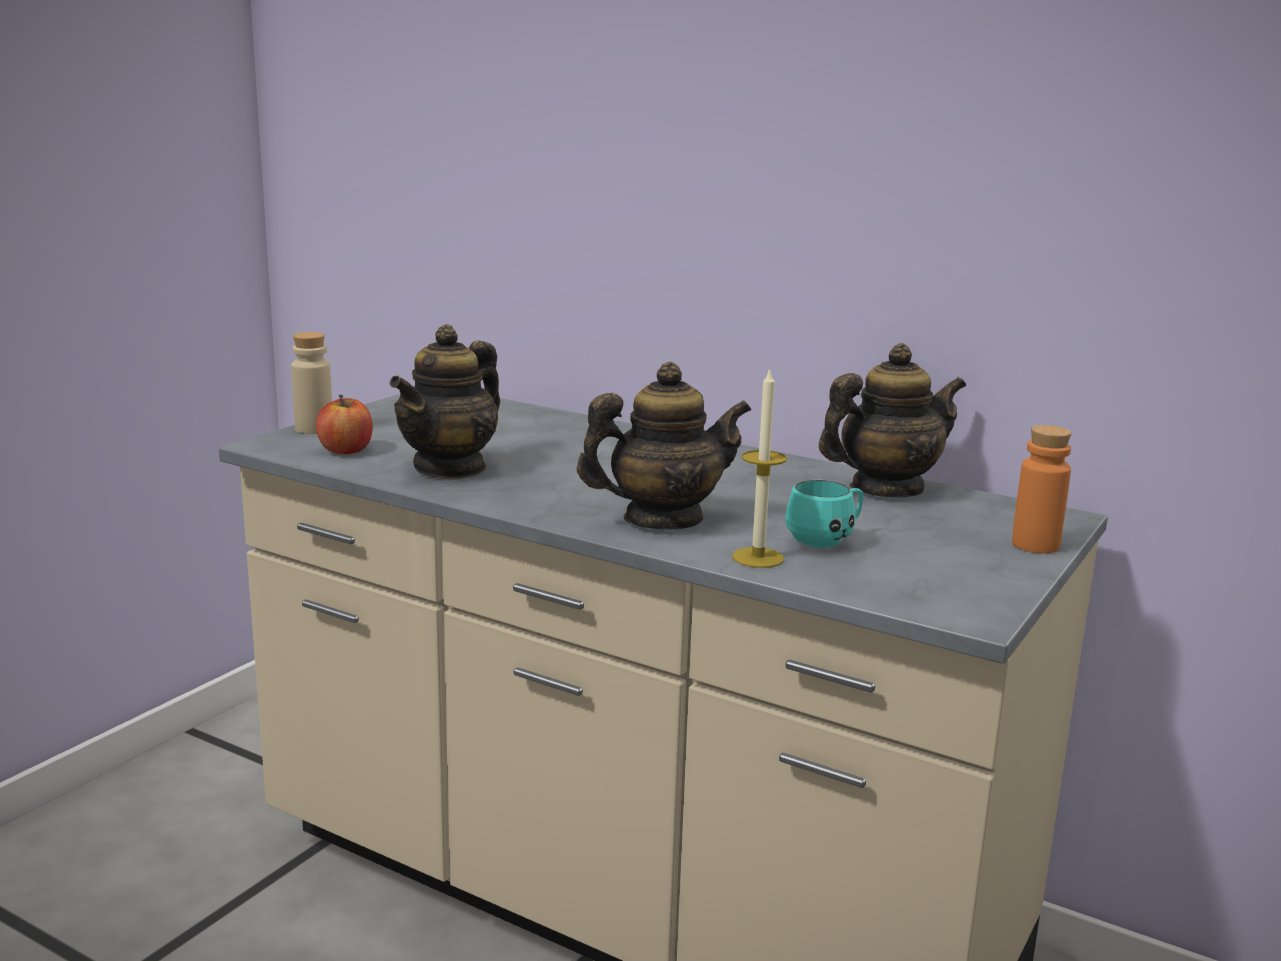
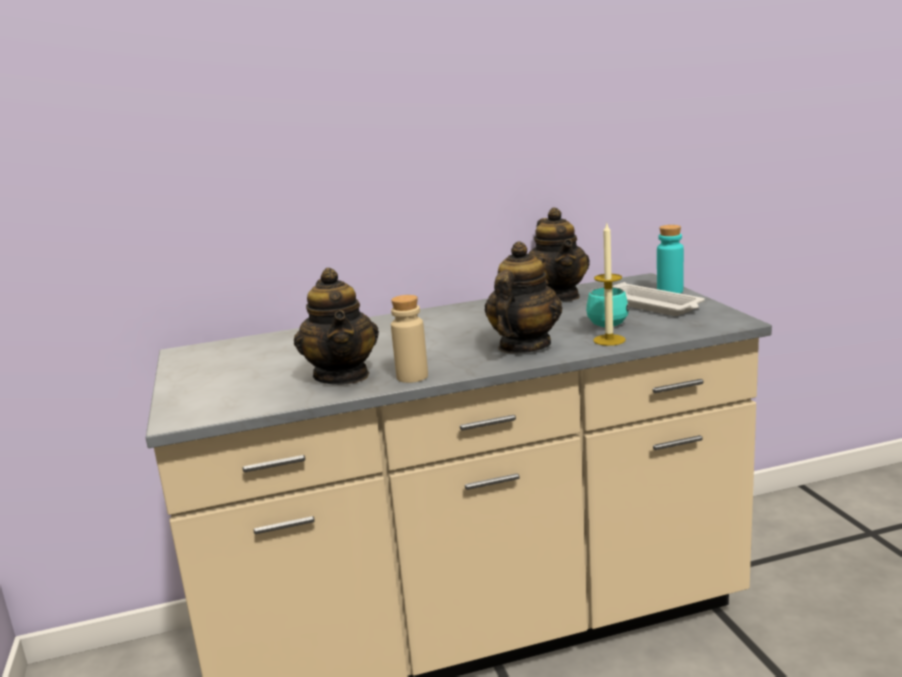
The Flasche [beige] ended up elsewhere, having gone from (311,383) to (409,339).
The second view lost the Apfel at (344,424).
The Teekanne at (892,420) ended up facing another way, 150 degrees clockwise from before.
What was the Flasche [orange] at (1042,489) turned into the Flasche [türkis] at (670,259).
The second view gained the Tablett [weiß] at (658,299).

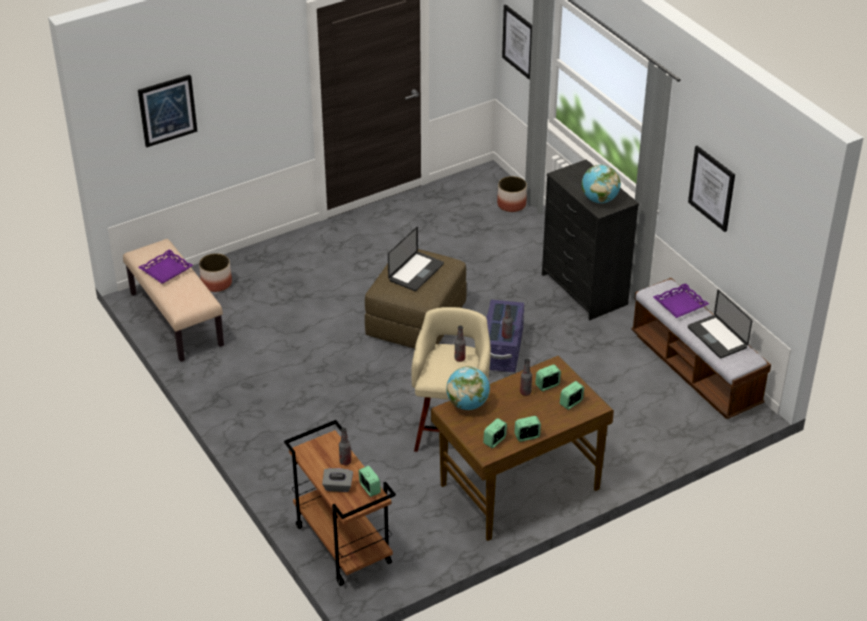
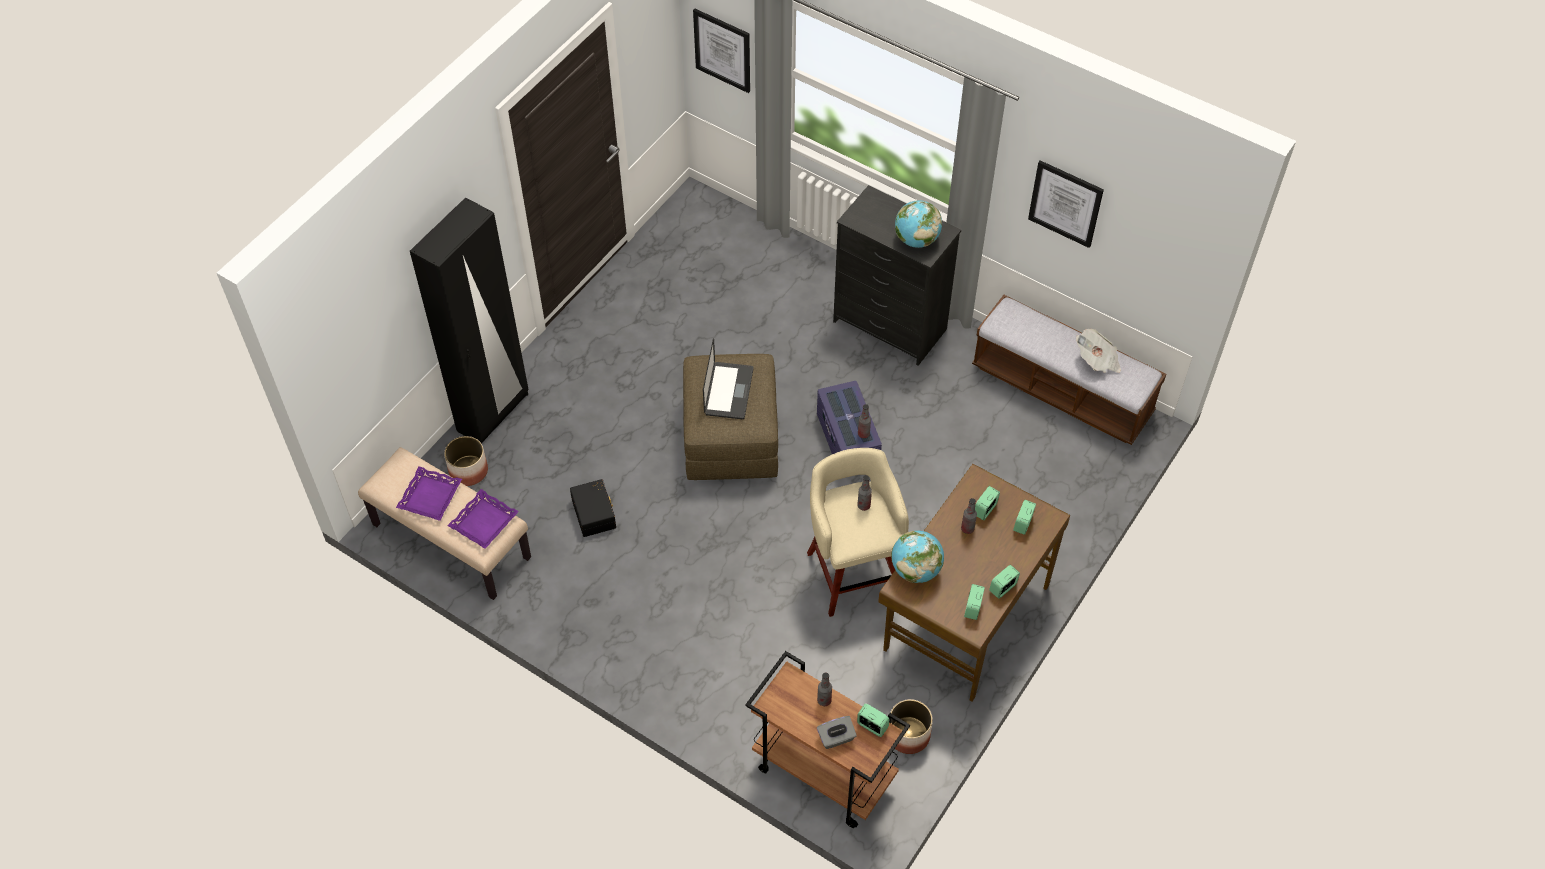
The second view lost the Bild at (168,111).
The Pflanzkübel ended up elsewhere, having gone from (512,194) to (911,726).
The Tablett [lila] ended up elsewhere, having gone from (681,300) to (483,519).
Where the Laptop stood at (720,324), the Zeitung came to stand at (1098,351).
The second view gained the Kleiderschrank [schwarz] at (469,320).
The second view gained the Aufbewahrungsbox [schwarz] at (593,508).

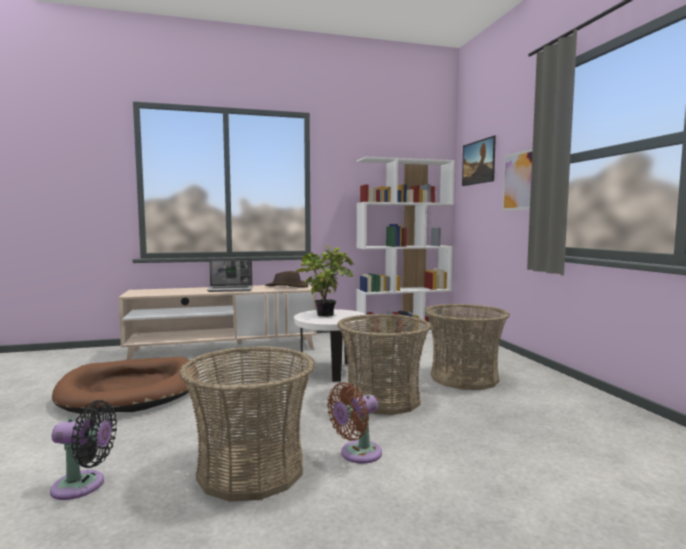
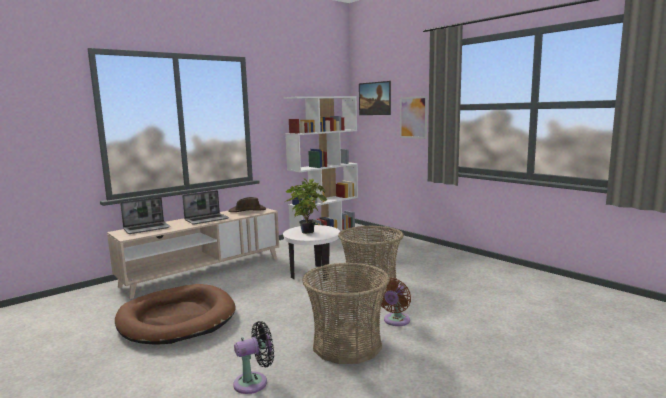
The second view lost the Korb at (467,346).
The second view gained the Laptop at (145,215).

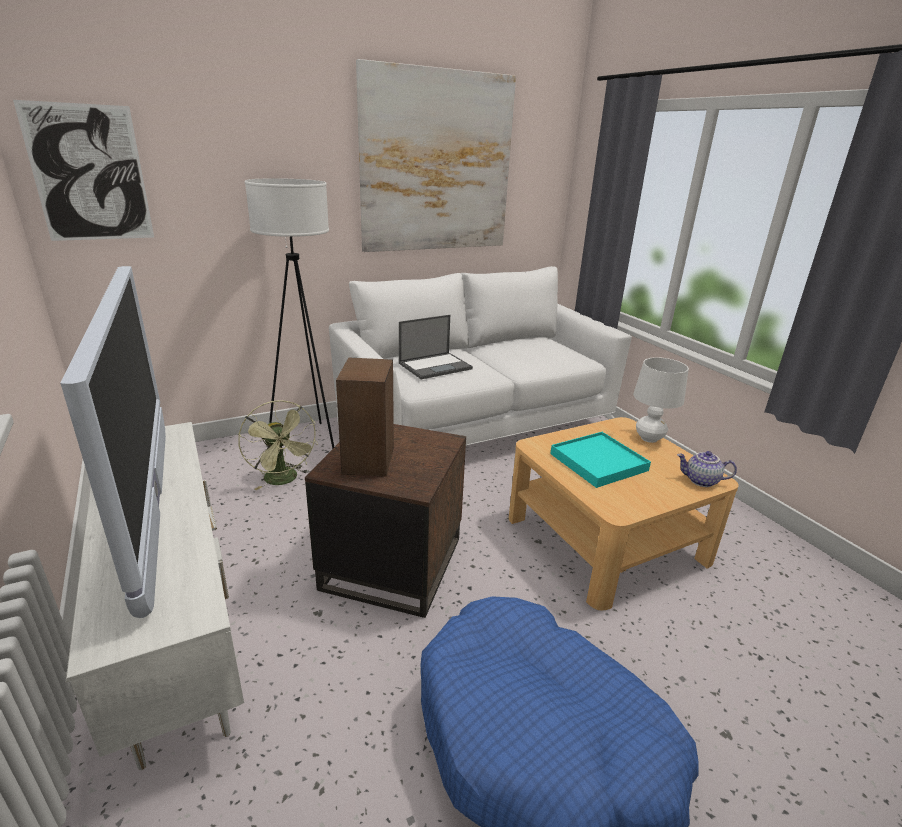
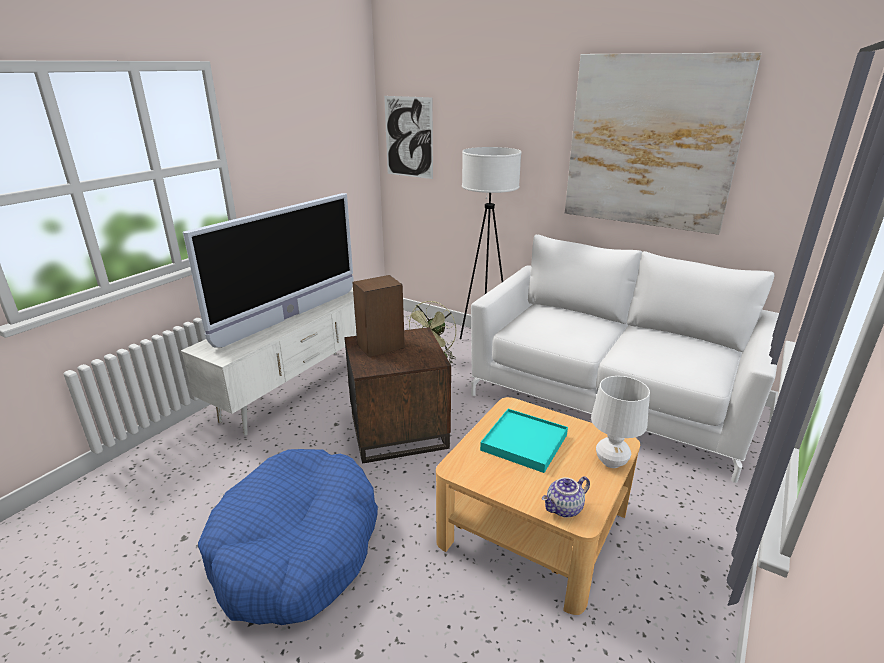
The second view lost the Laptop at (436,347).
The Teekanne at (707,469) ended up facing another way, 105 degrees counterclockwise from before.

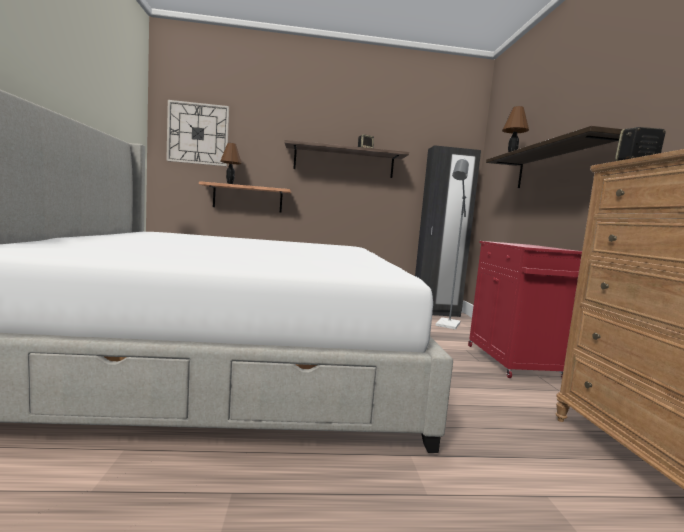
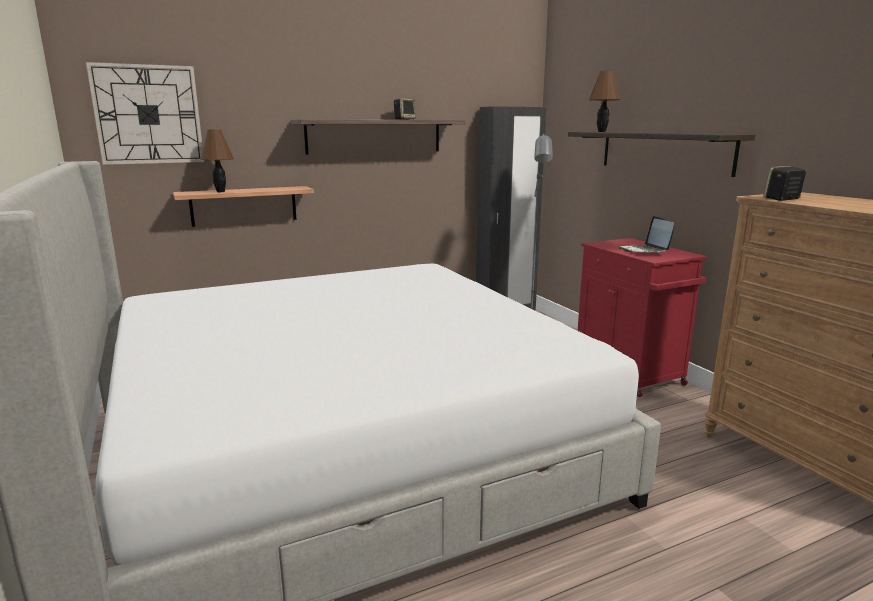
The second view gained the Laptop at (646,234).

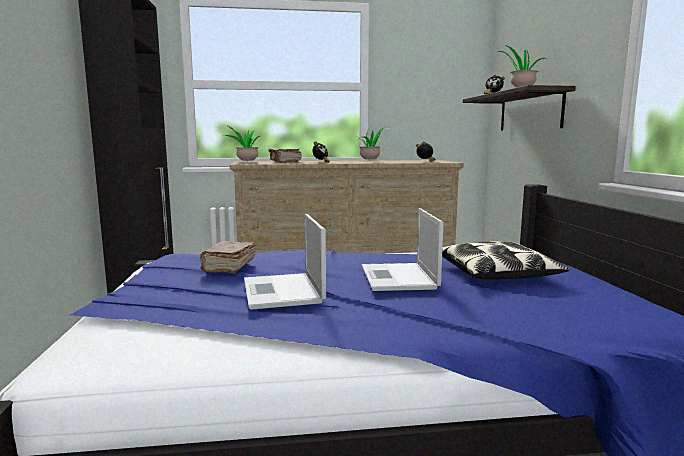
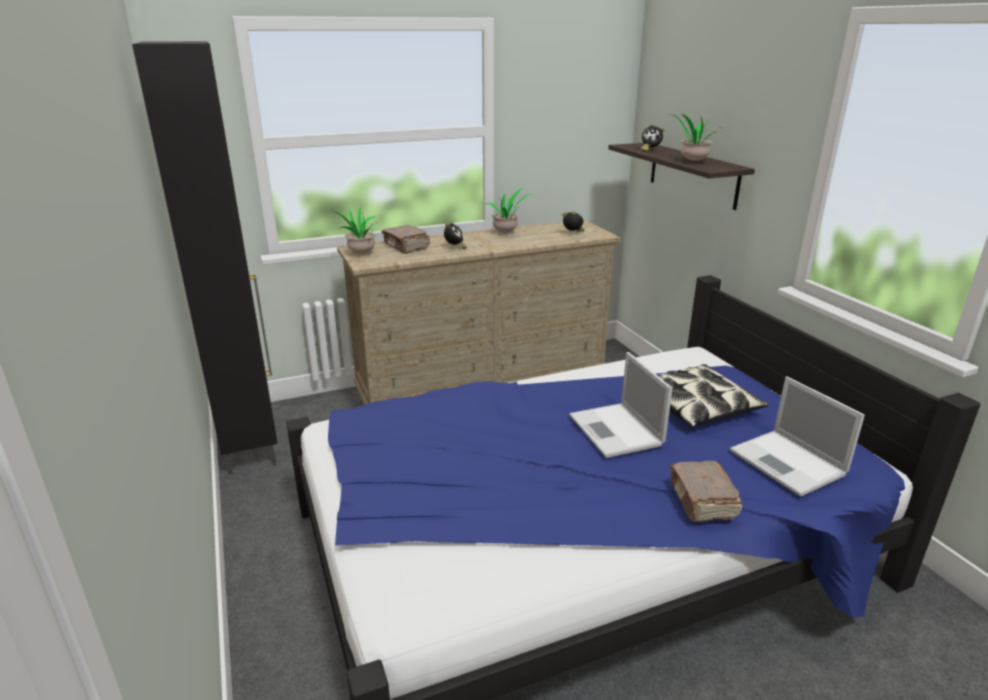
The Buch [braun] ended up elsewhere, having gone from (228,257) to (706,491).
The Laptop ended up elsewhere, having gone from (285,262) to (797,437).

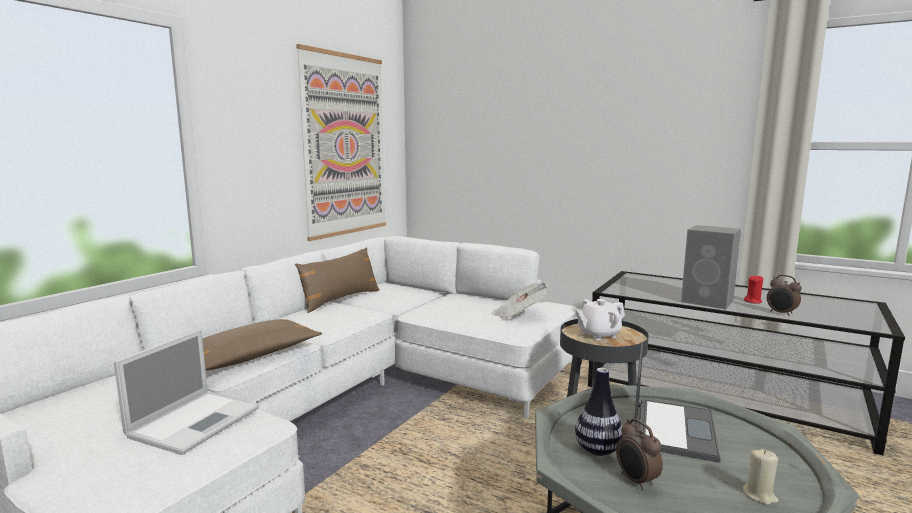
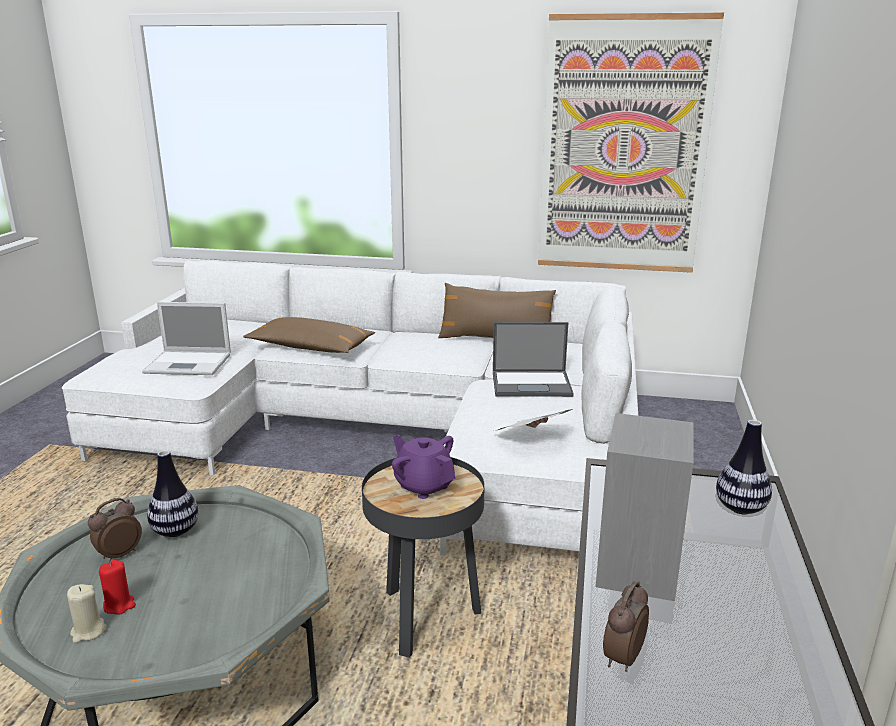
What was the Teekanne [weiß] at (600,319) turned into the Teekanne [lila] at (423,467).
The Laptop ended up elsewhere, having gone from (677,402) to (533,359).
The Kerze [rot] ended up elsewhere, having gone from (753,289) to (117,587).
The second view gained the Vase at (744,467).

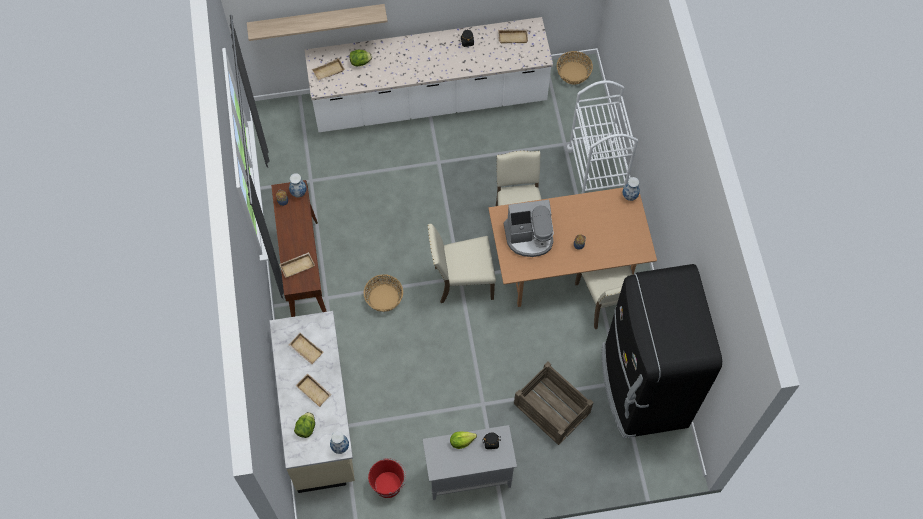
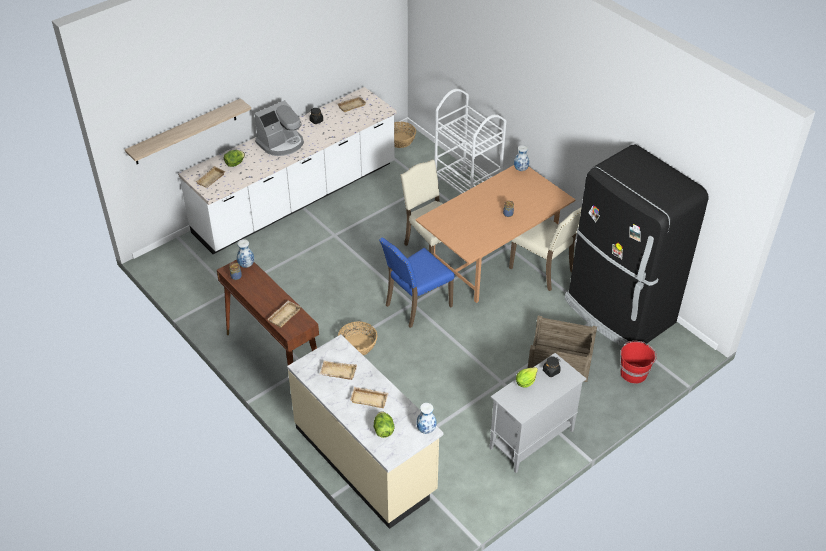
The Eimer [rot] ended up elsewhere, having gone from (387,478) to (638,362).
What was the Stuhl [beige] at (461,263) turned into the Stuhl [blau] at (417,282).
The Kaffeemaschine ended up elsewhere, having gone from (529,228) to (279,128).

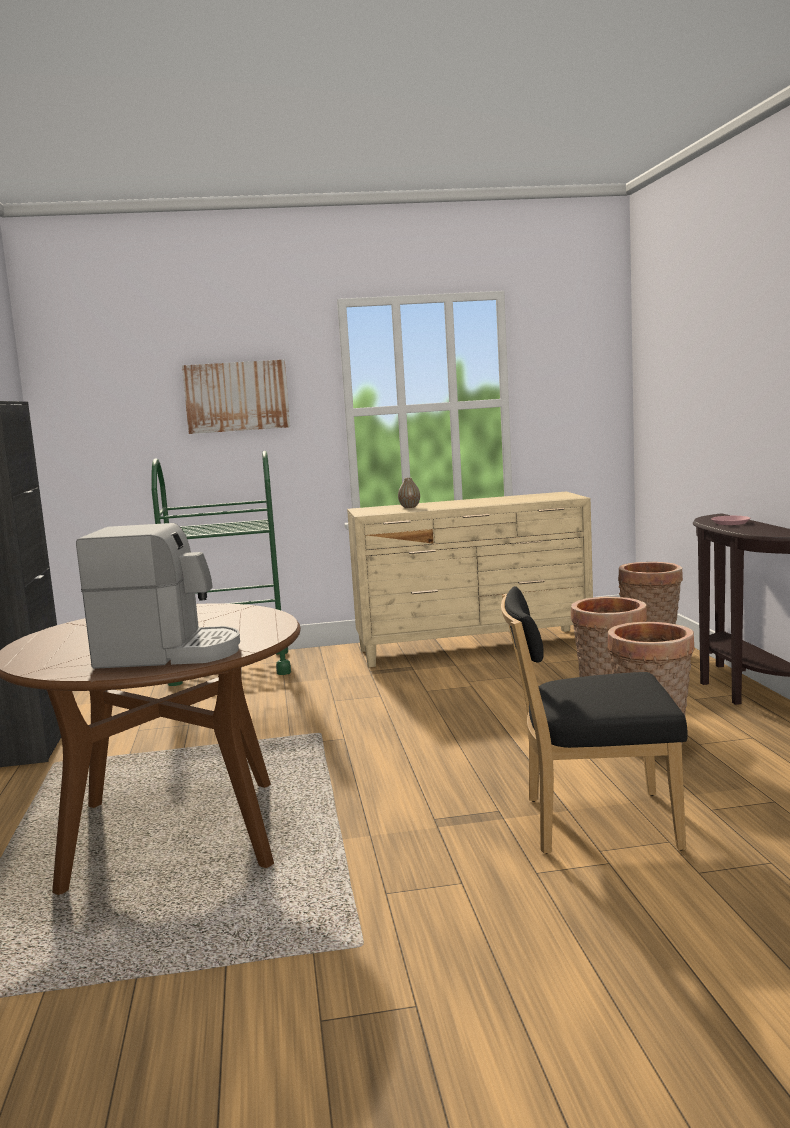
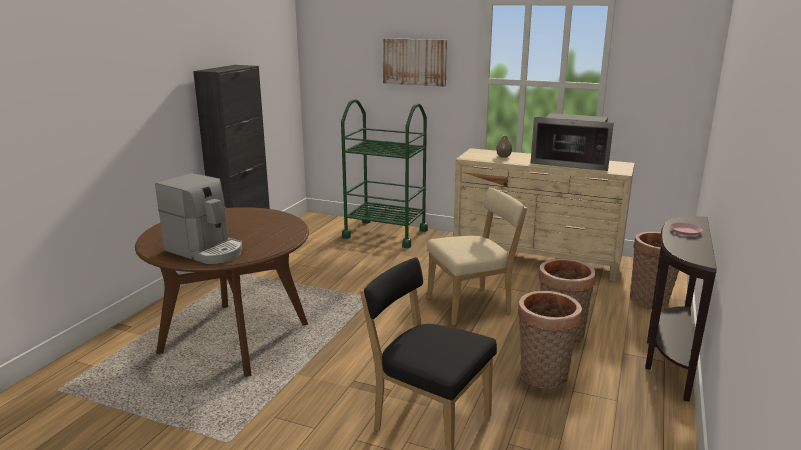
The second view gained the Stuhl [beige] at (477,256).
The second view gained the Mikrowelle at (572,142).

